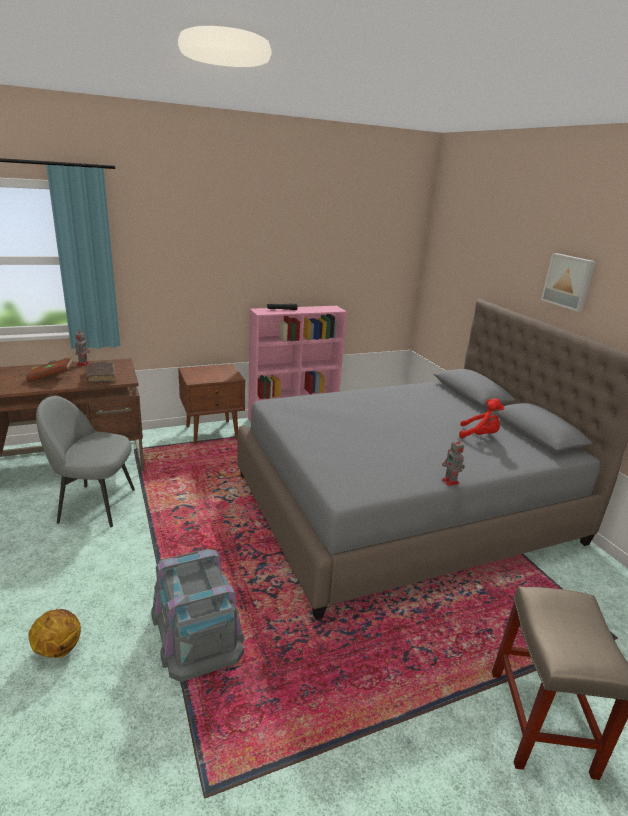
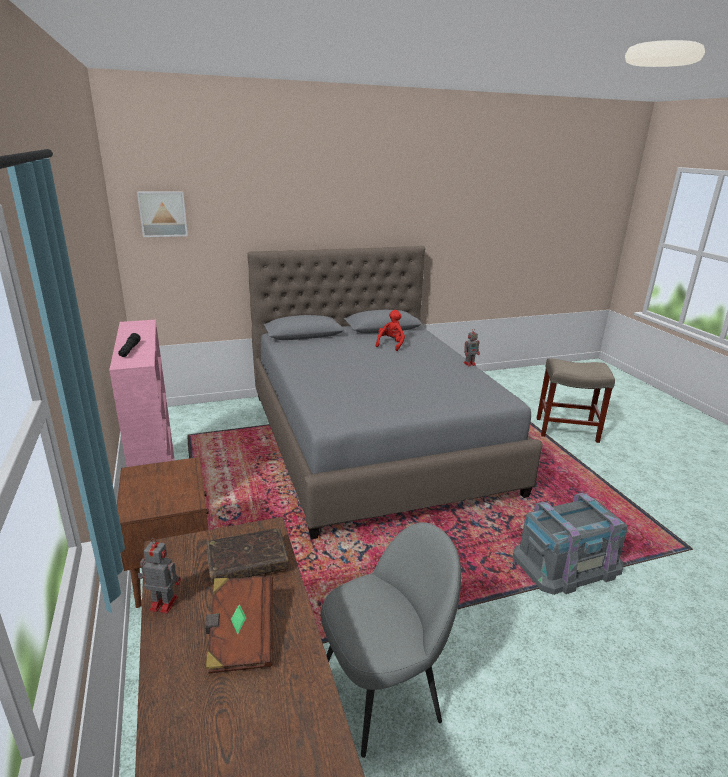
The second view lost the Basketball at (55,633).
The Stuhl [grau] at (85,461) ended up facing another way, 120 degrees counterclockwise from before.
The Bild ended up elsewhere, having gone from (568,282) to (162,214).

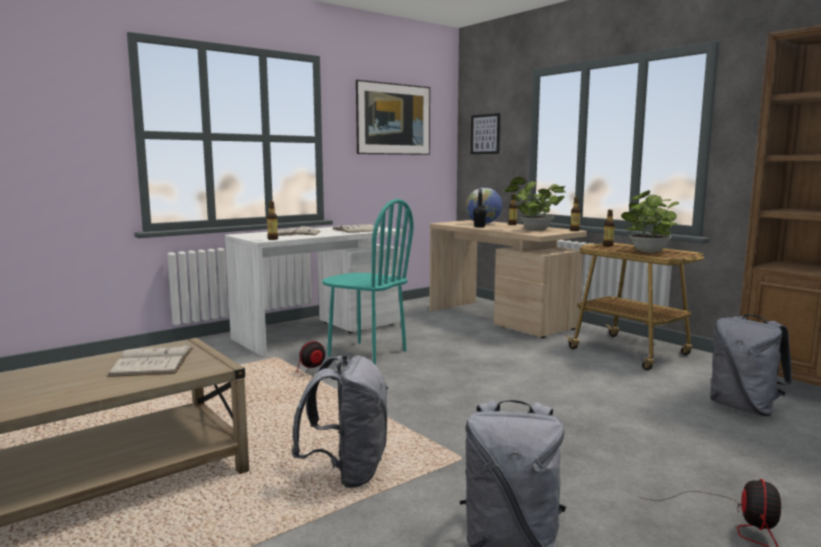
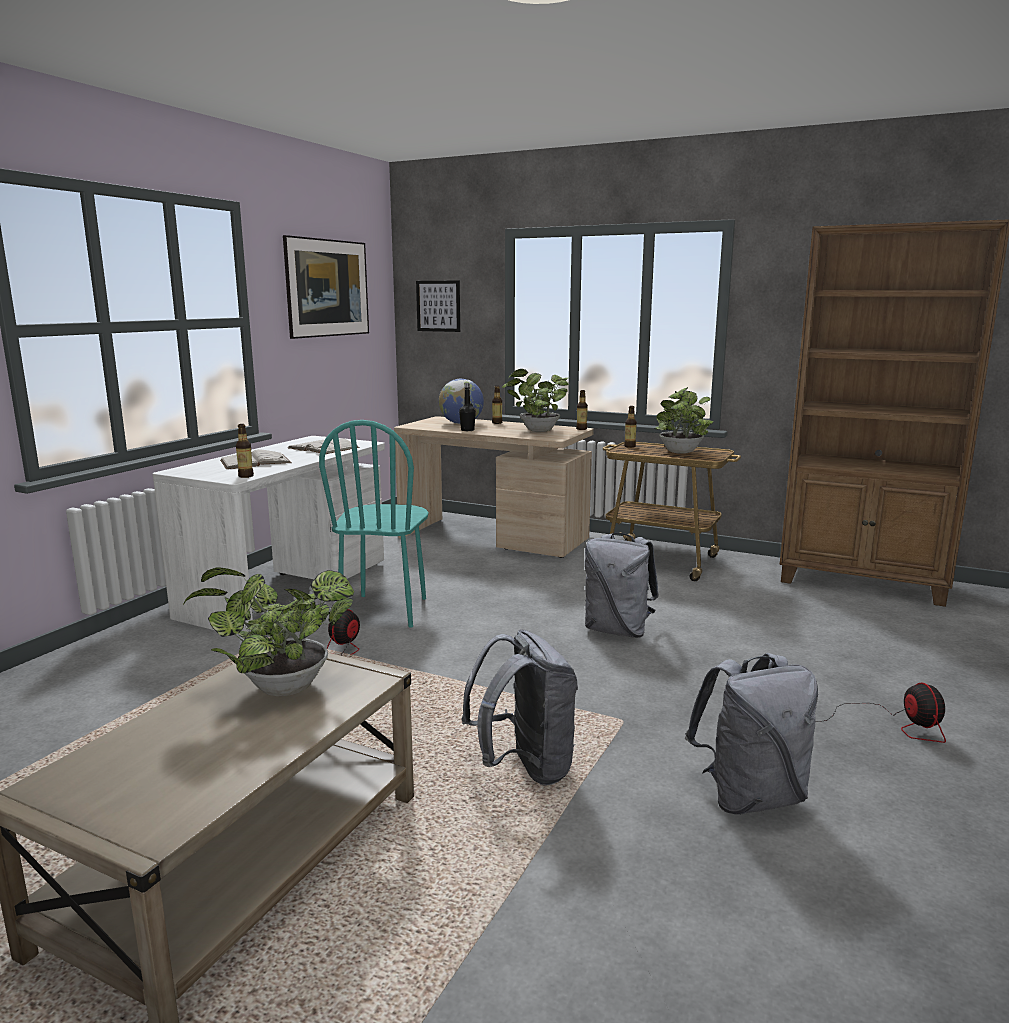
Where the Buch [weiß] stood at (150,360), the Topfpflanze came to stand at (269,631).
The Stuhl [türkis] at (368,282) ended up facing another way, 90 degrees clockwise from before.
The Rucksack [grau] ended up elsewhere, having gone from (751,365) to (622,585).

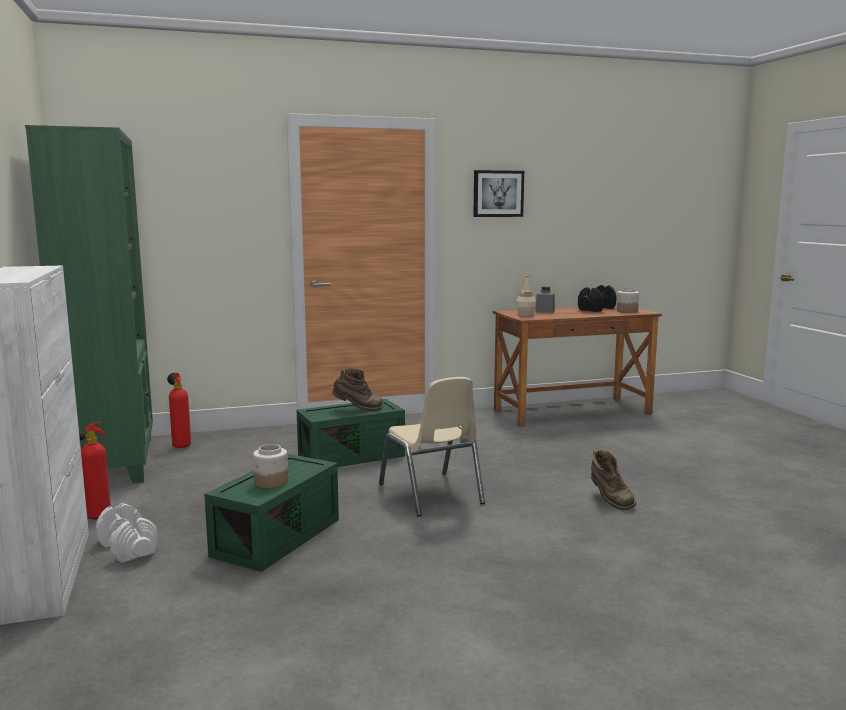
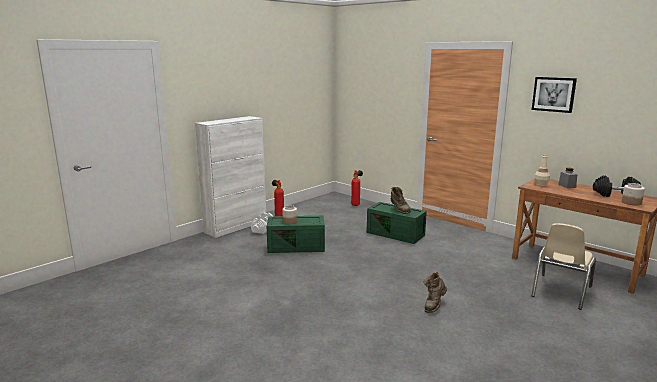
The second view lost the Bücherregal [grün] at (89,304).
The Stuhl [beige] ended up elsewhere, having gone from (432,446) to (563,266).

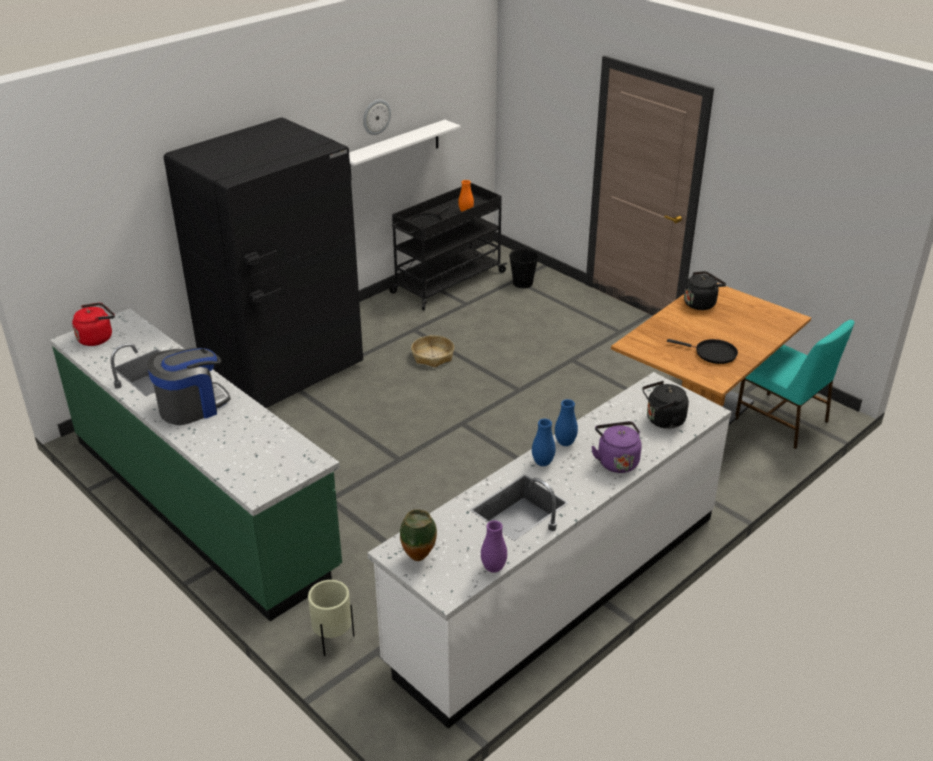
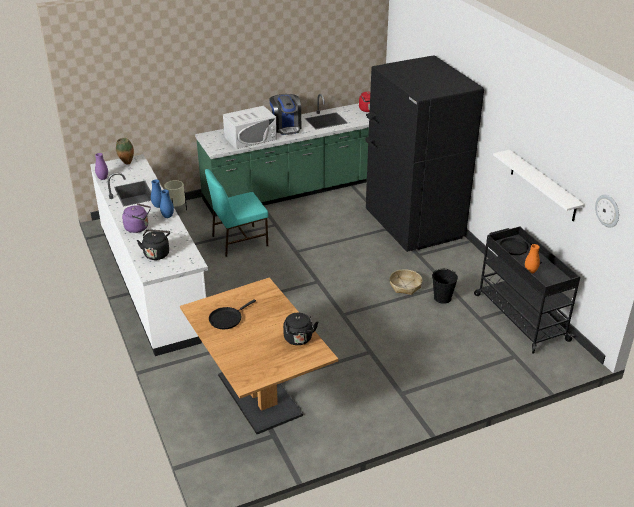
The Wanduhr ended up elsewhere, having gone from (377,117) to (607,211).
The Eimer [schwarz] ended up elsewhere, having gone from (524,268) to (445,286).
The Stuhl [türkis] ended up elsewhere, having gone from (795,384) to (236,213).
The second view gained the Mikrowelle [weiß] at (250,127).

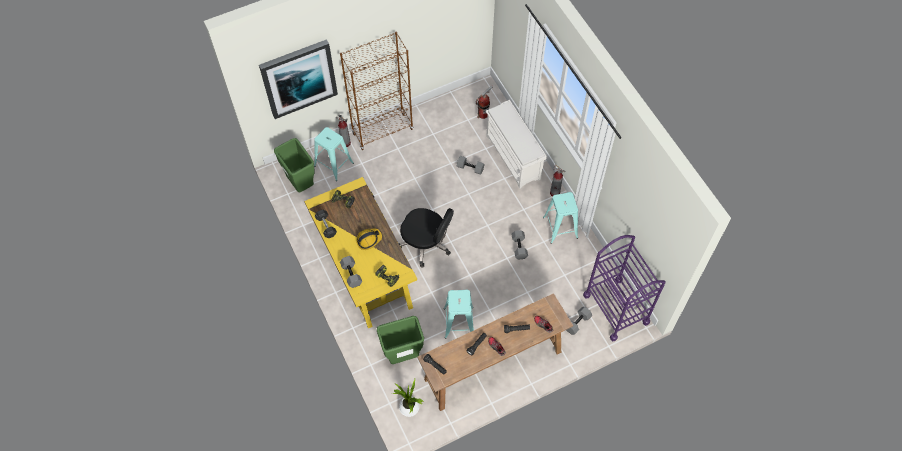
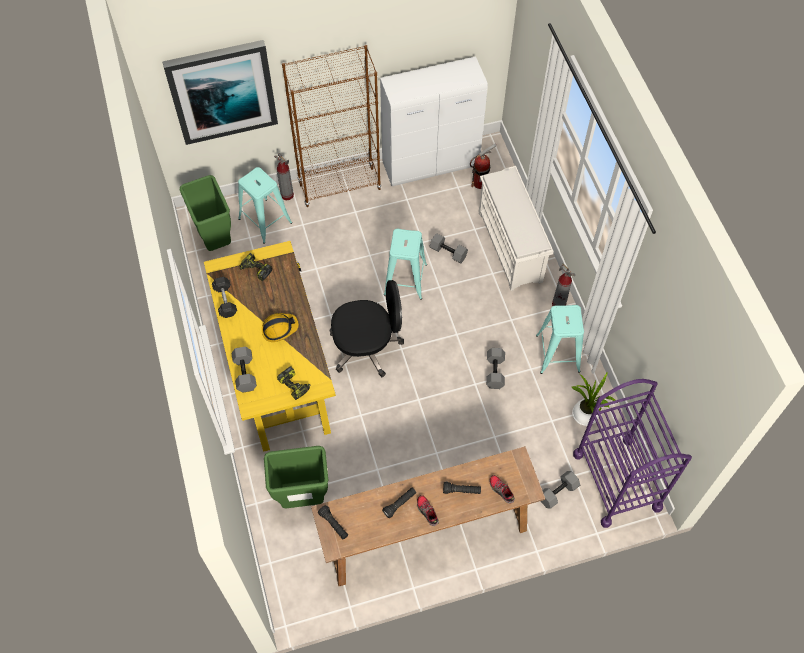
The Topfpflanze ended up elsewhere, having gone from (408,398) to (593,398).
The Bürostuhl [schwarz] at (426,237) ended up facing another way, 45 degrees counterclockwise from before.
The Hocker [türkis] ended up elsewhere, having gone from (459,314) to (405,264).
The second view gained the Schrank [weiß] at (434,121).

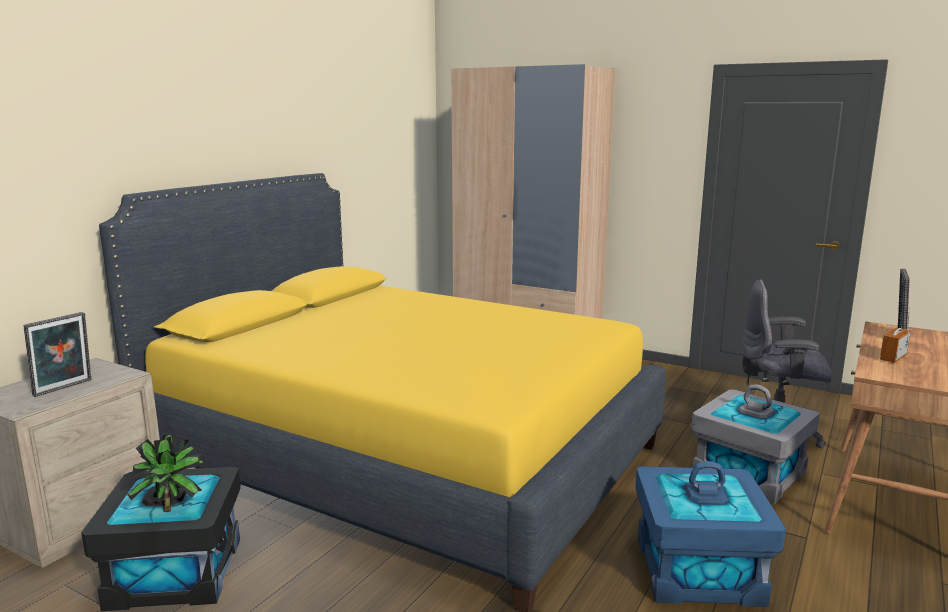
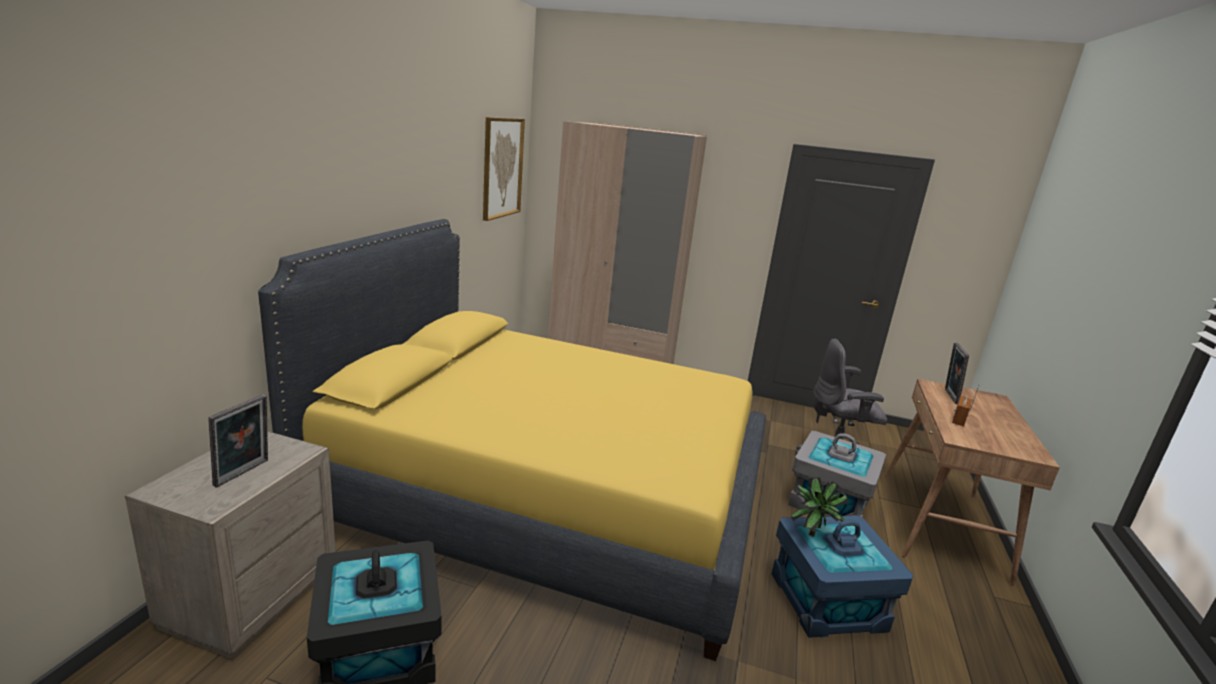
The Topfpflanze ended up elsewhere, having gone from (166,473) to (820,507).
The second view gained the Bild at (504,169).

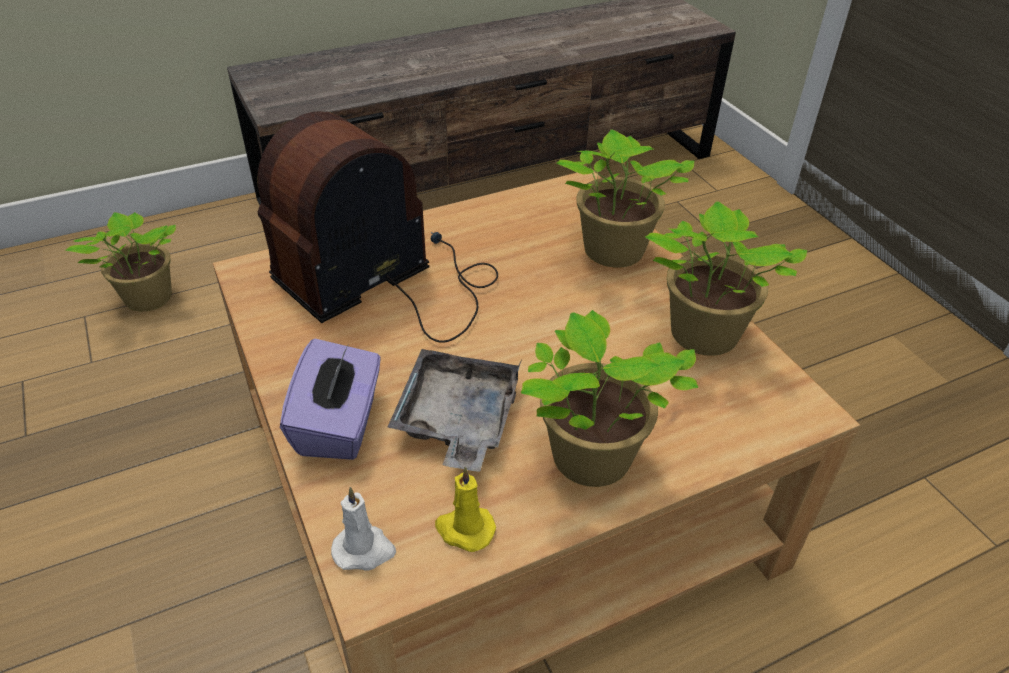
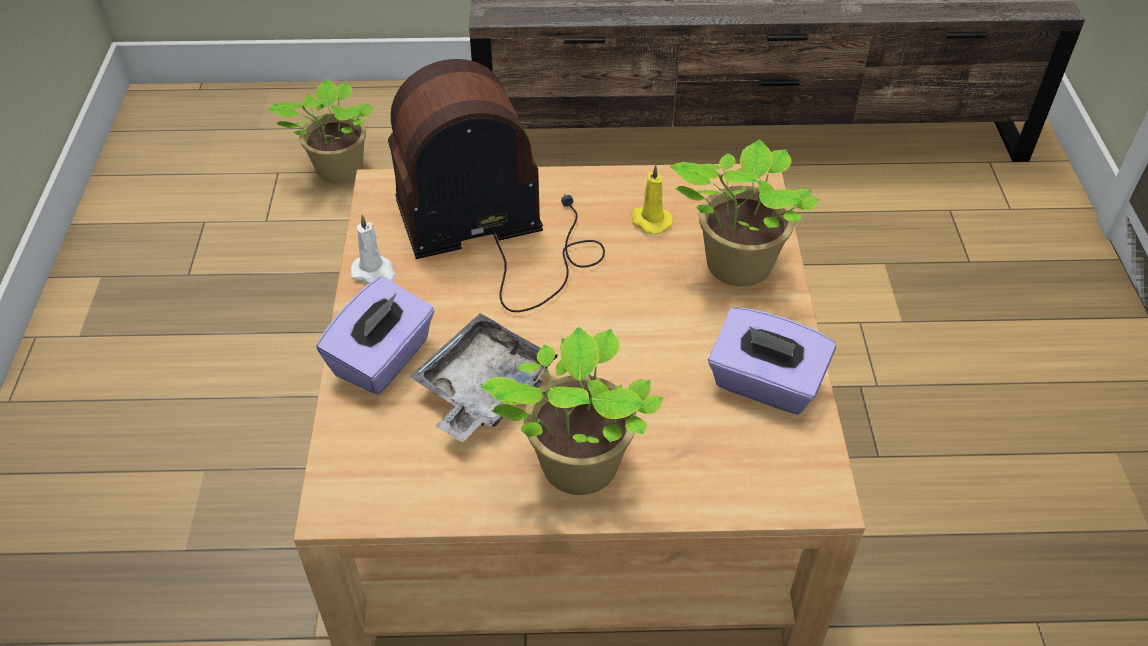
The Kerze [weiß] ended up elsewhere, having gone from (363,529) to (373,249).
The Kerze [gelb] ended up elsewhere, having gone from (465,509) to (652,199).
Where the Topfpflanze stood at (726,278), the Taschentuchbox [lila] came to stand at (772,360).

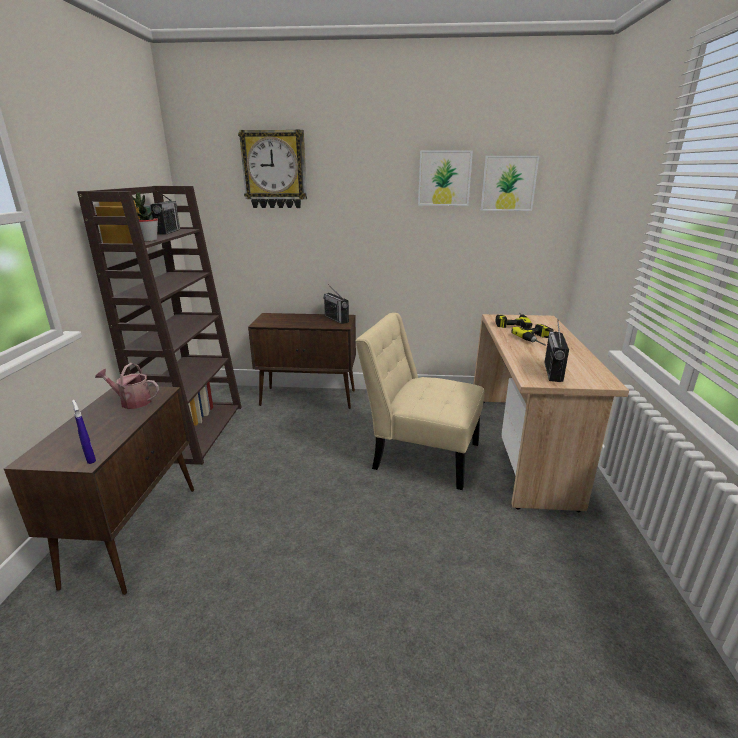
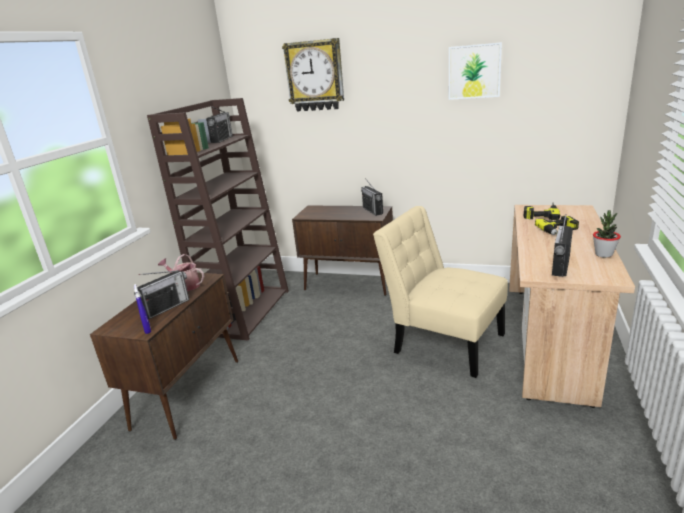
The Topfpflanze ended up elsewhere, having gone from (145,217) to (607,234).
The second view lost the Bild at (510,183).
The second view gained the Radio at (161,294).

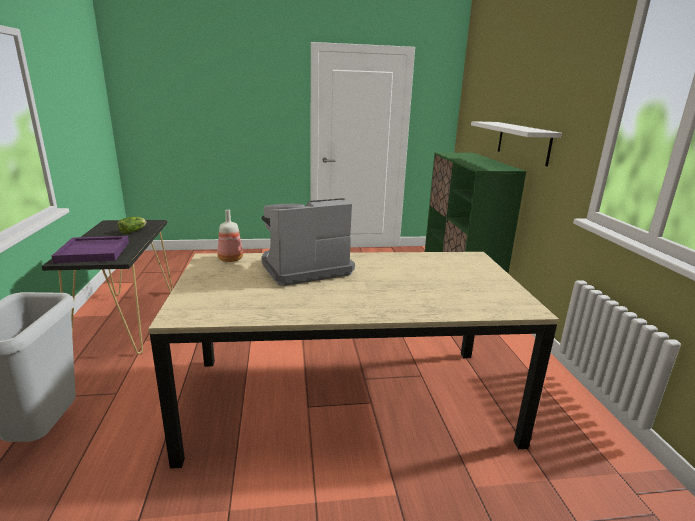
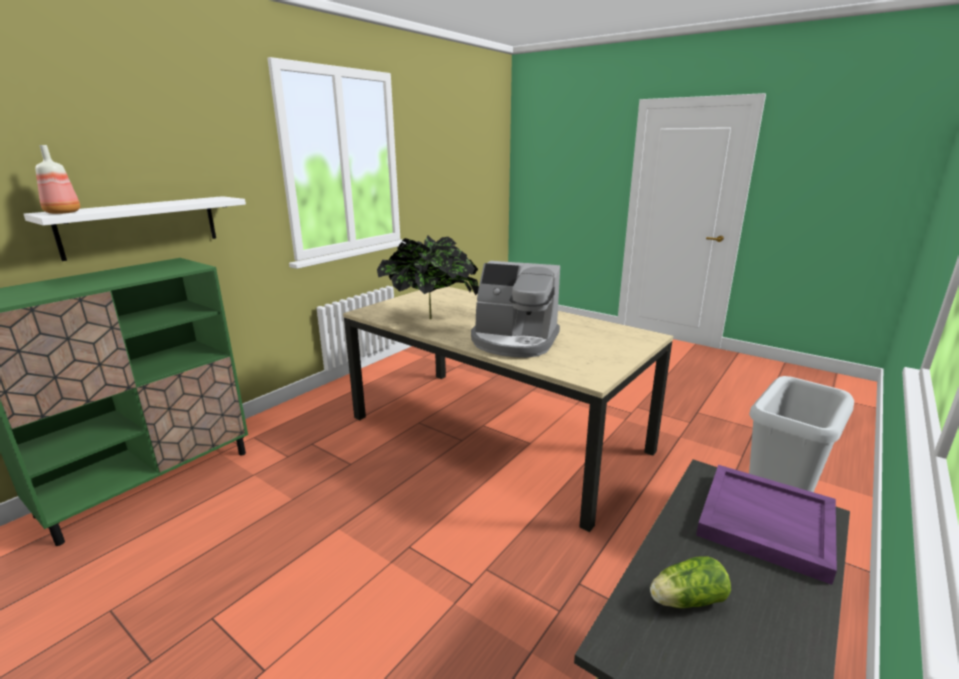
The Flasche ended up elsewhere, having gone from (230,236) to (57,179).
The second view gained the Topfpflanze at (428,277).

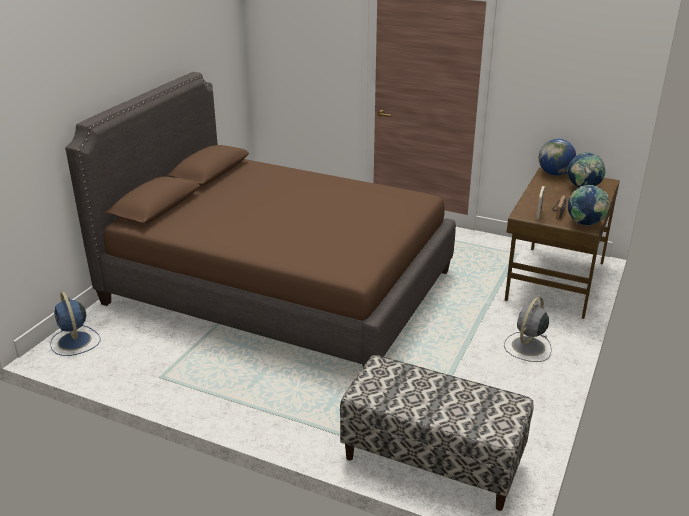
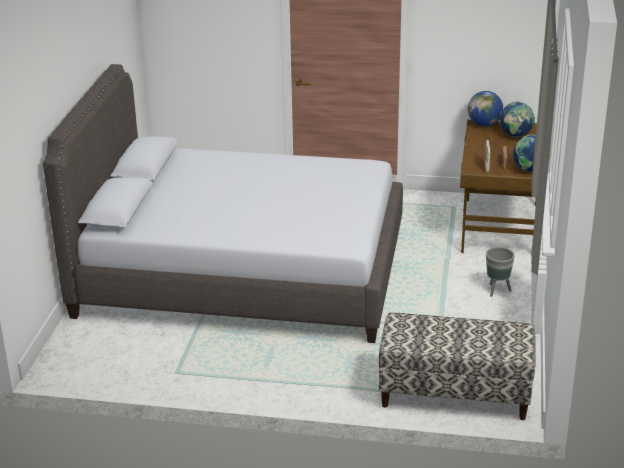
The second view lost the Ventilator [blau] at (75,324).
What was the Bett [braun] at (260,219) turned into the Bett [grau] at (223,203).
Where the Ventilator [grau] stood at (528,329), the Pflanzkübel [grau] came to stand at (500,272).

